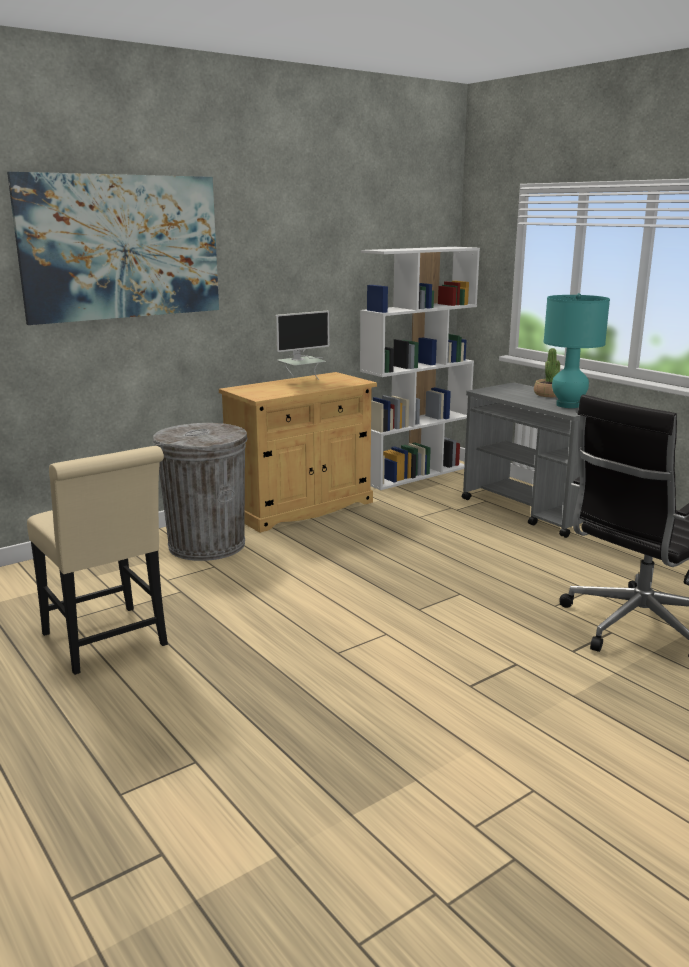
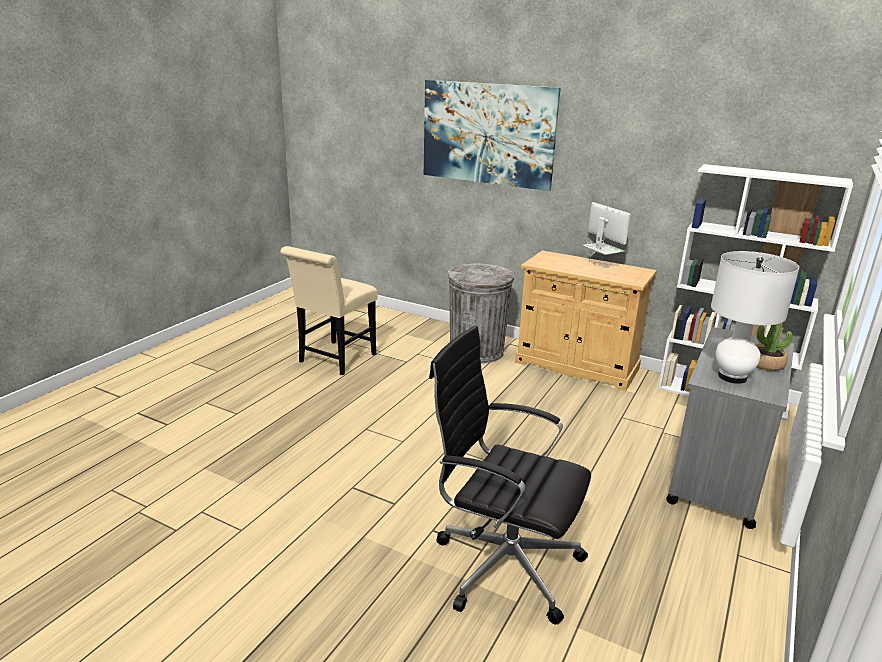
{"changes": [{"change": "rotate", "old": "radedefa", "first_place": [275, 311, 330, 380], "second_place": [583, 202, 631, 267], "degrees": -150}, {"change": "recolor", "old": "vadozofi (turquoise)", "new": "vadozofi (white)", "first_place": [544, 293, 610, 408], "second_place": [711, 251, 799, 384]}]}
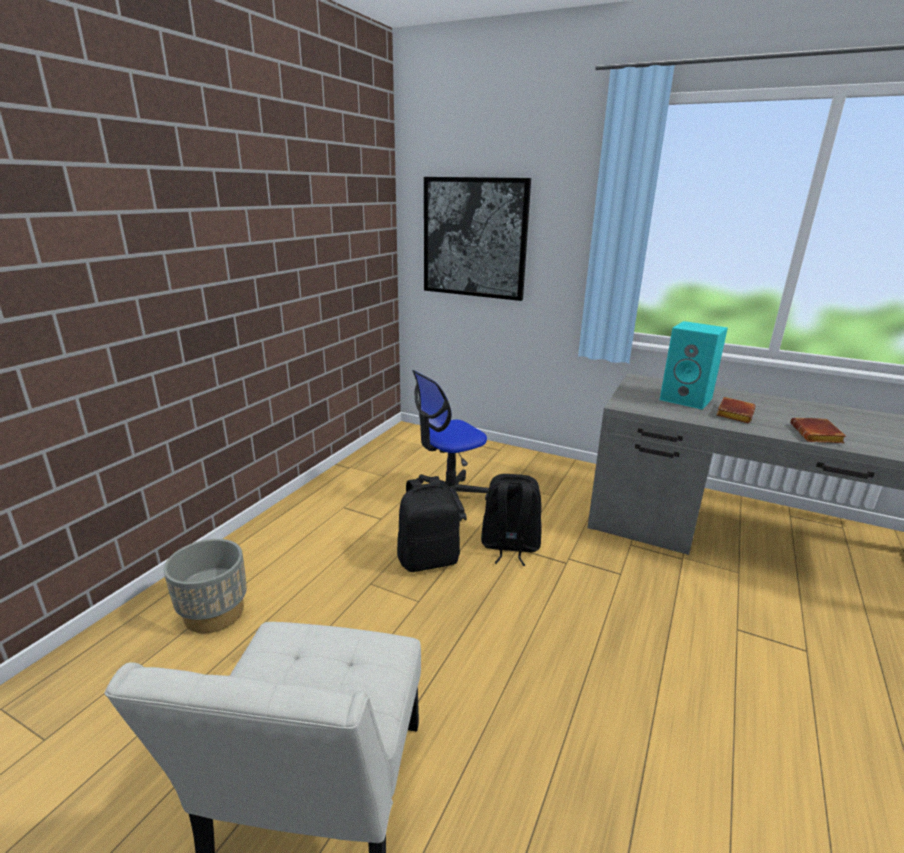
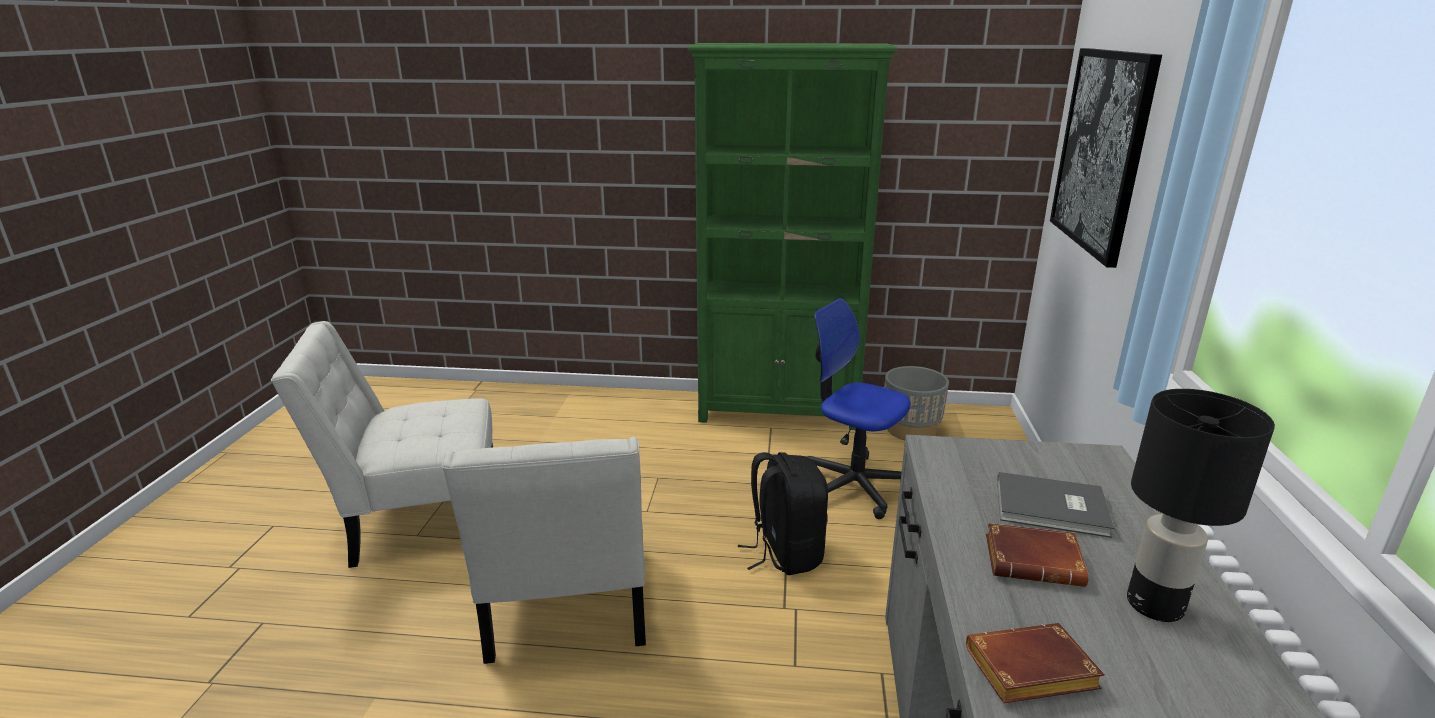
{"changes": [{"change": "insert", "new": "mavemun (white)", "second_place": [442, 437, 646, 664]}, {"change": "insert", "new": "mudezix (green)", "second_place": [687, 43, 897, 430]}, {"change": "move", "old": "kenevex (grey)", "first_place": [164, 539, 247, 633], "second_place": [884, 366, 949, 440]}, {"change": "replace", "old": "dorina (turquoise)", "new": "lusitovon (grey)", "first_place": [660, 321, 728, 410], "second_place": [997, 472, 1114, 538]}, {"change": "insert", "new": "vadozofi (black)", "second_place": [1127, 389, 1275, 622]}, {"change": "delete", "old": "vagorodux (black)", "first_place": [397, 476, 460, 572]}]}
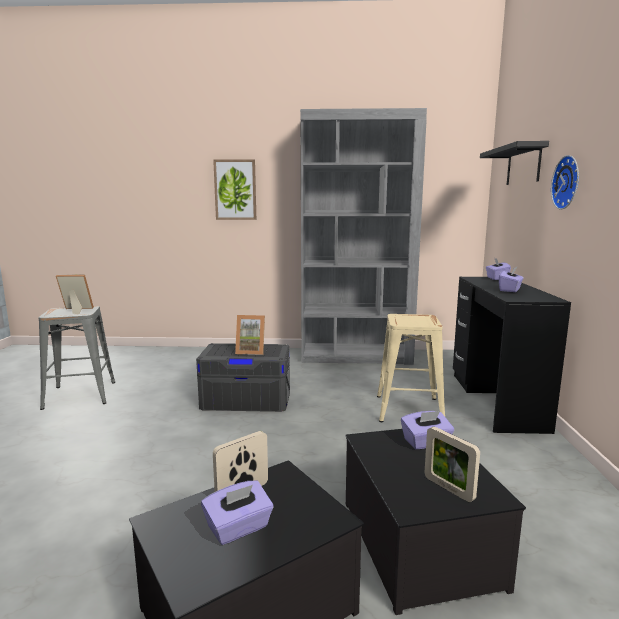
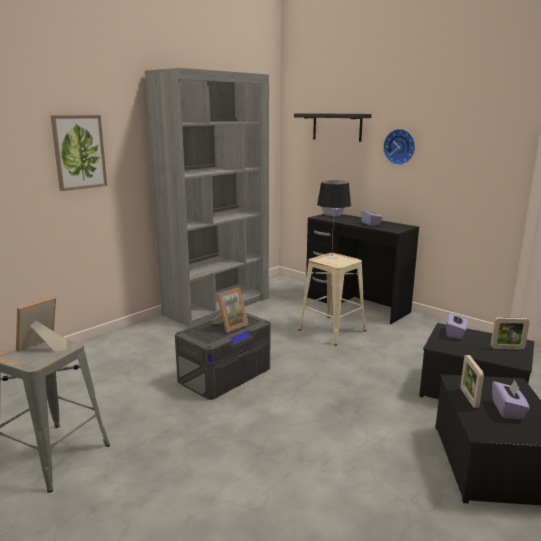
{"changes": [{"change": "insert", "new": "vadozofi", "second_place": [317, 180, 351, 259]}]}
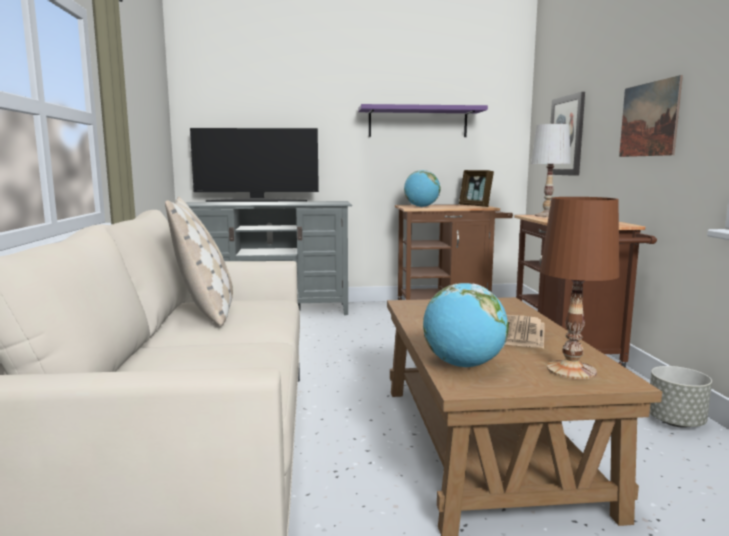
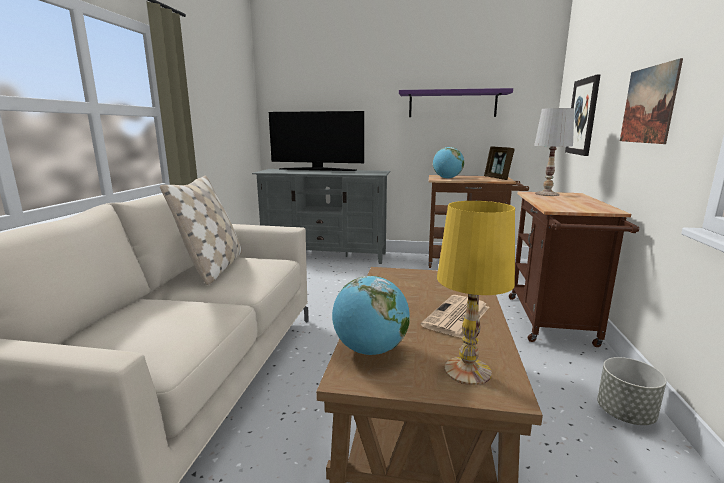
{"changes": [{"change": "recolor", "old": "vadozofi (brown)", "new": "vadozofi (yellow)", "first_place": [540, 197, 620, 379], "second_place": [437, 201, 515, 385]}]}
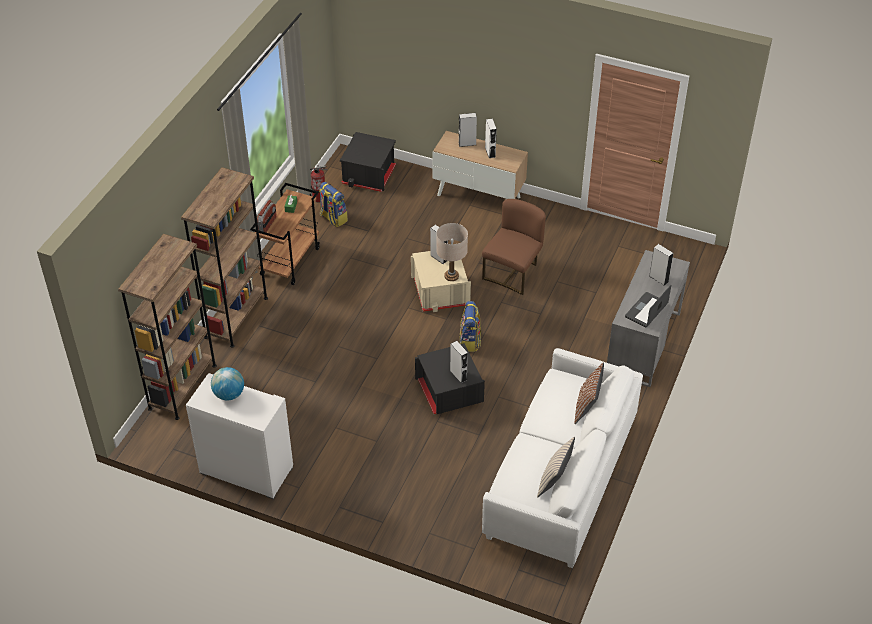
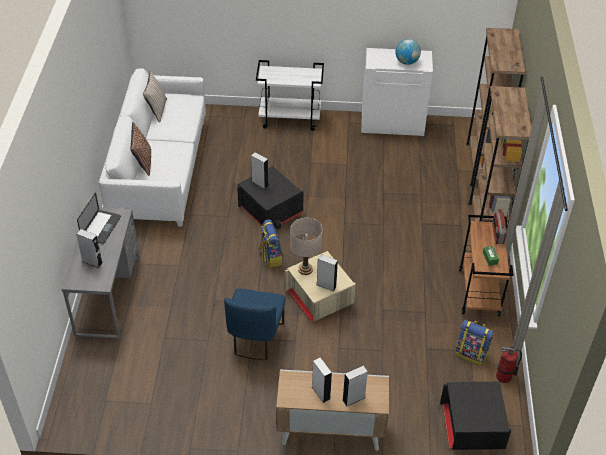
{"changes": [{"change": "recolor", "old": "mavemun (brown)", "new": "mavemun (blue)", "first_place": [482, 199, 546, 295], "second_place": [224, 288, 286, 360]}, {"change": "insert", "new": "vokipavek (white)", "second_place": [256, 60, 324, 131]}]}
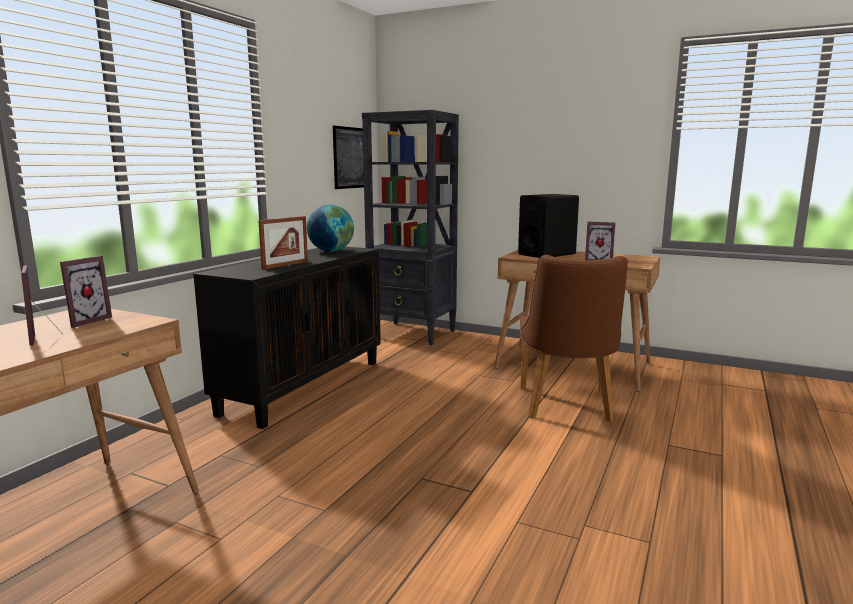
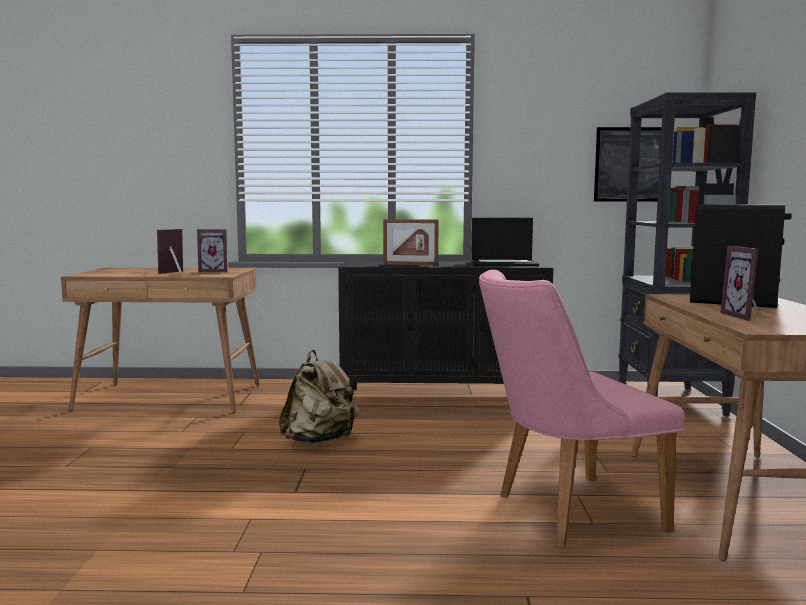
{"changes": [{"change": "insert", "new": "vagorodux (beige)", "second_place": [279, 350, 359, 444]}, {"change": "replace", "old": "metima", "new": "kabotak", "first_place": [307, 205, 354, 252], "second_place": [471, 218, 539, 266]}, {"change": "recolor", "old": "mavemun (brown)", "new": "mavemun (pink)", "first_place": [520, 255, 628, 422], "second_place": [479, 270, 685, 548]}]}
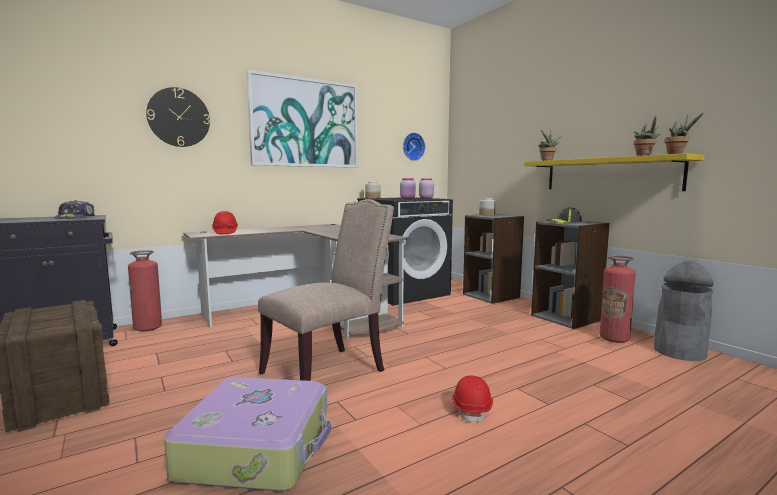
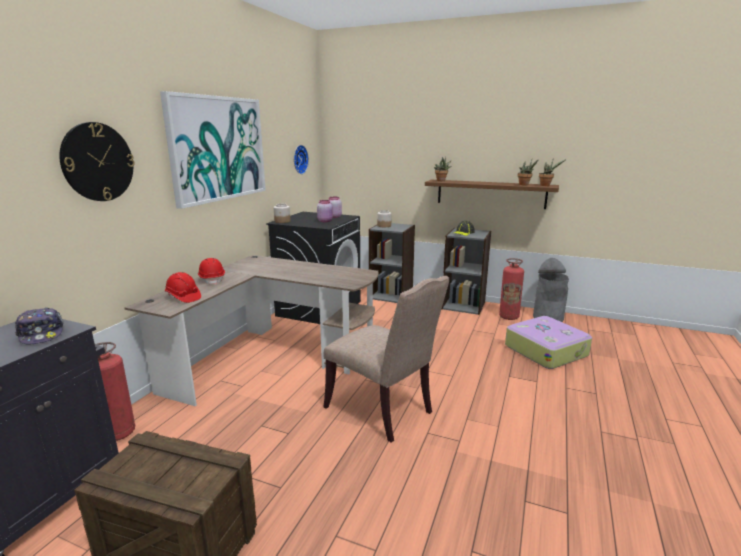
{"changes": [{"change": "move", "old": "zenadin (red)", "first_place": [452, 375, 493, 425], "second_place": [198, 258, 225, 285]}, {"change": "rotate", "old": "mavemun (beige)", "first_place": [258, 199, 394, 381], "second_place": [323, 276, 450, 443], "degrees": 120}, {"change": "recolor", "old": "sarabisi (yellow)", "new": "sarabisi (brown)", "first_place": [524, 153, 705, 191], "second_place": [425, 180, 559, 209]}, {"change": "move", "old": "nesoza", "first_place": [164, 377, 331, 491], "second_place": [505, 316, 592, 369]}]}
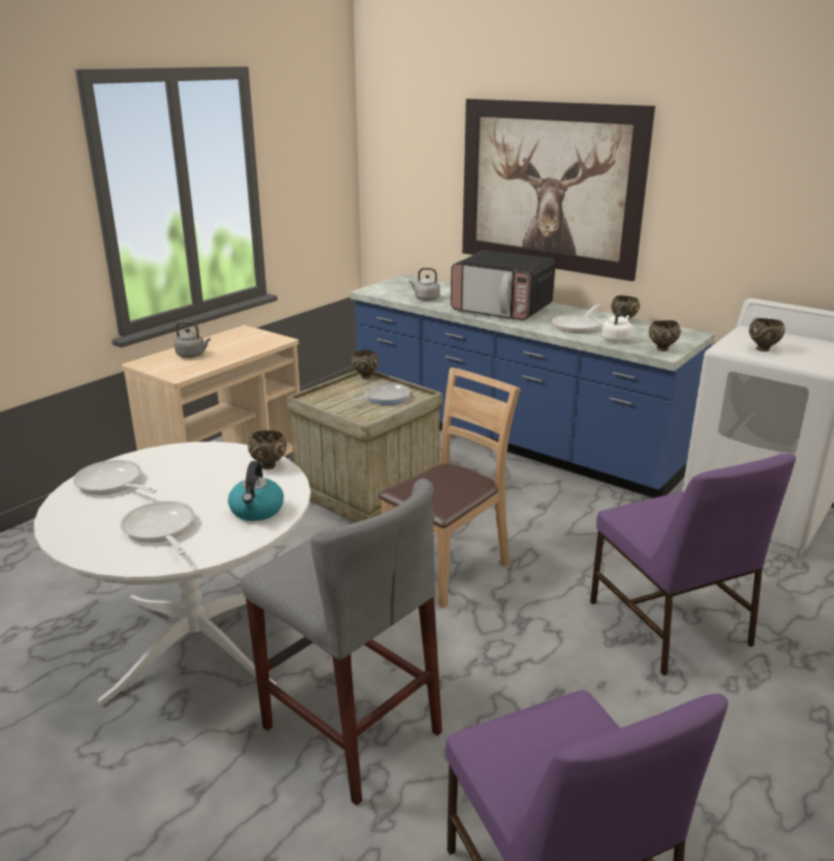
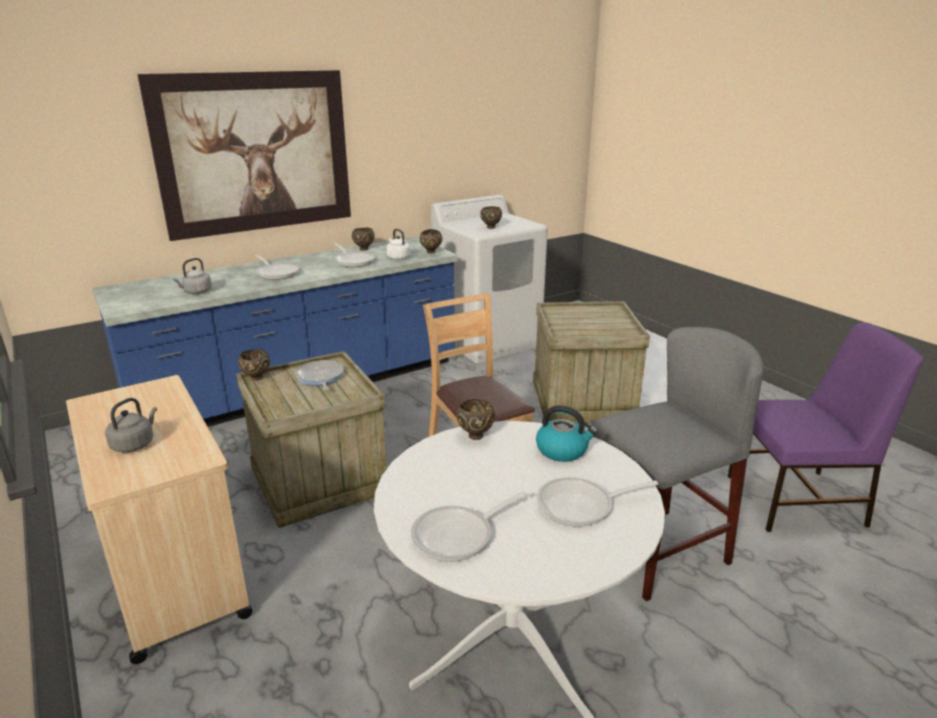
{"changes": [{"change": "replace", "old": "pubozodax", "new": "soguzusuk", "first_place": [451, 250, 556, 320], "second_place": [255, 254, 299, 280]}, {"change": "replace", "old": "mavemun (purple)", "new": "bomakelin", "first_place": [590, 454, 796, 676], "second_place": [533, 301, 650, 424]}]}
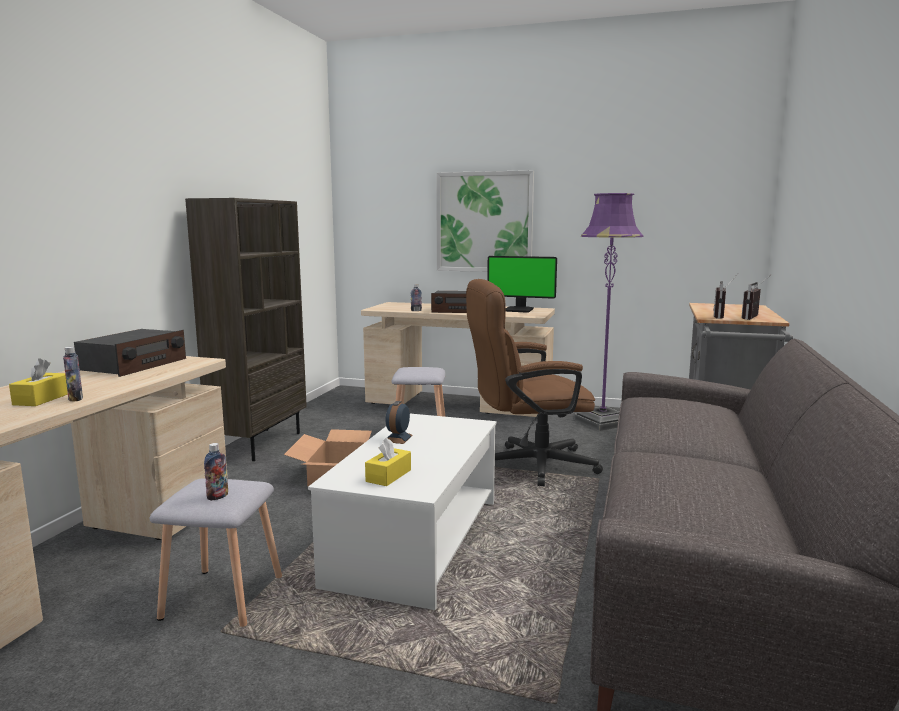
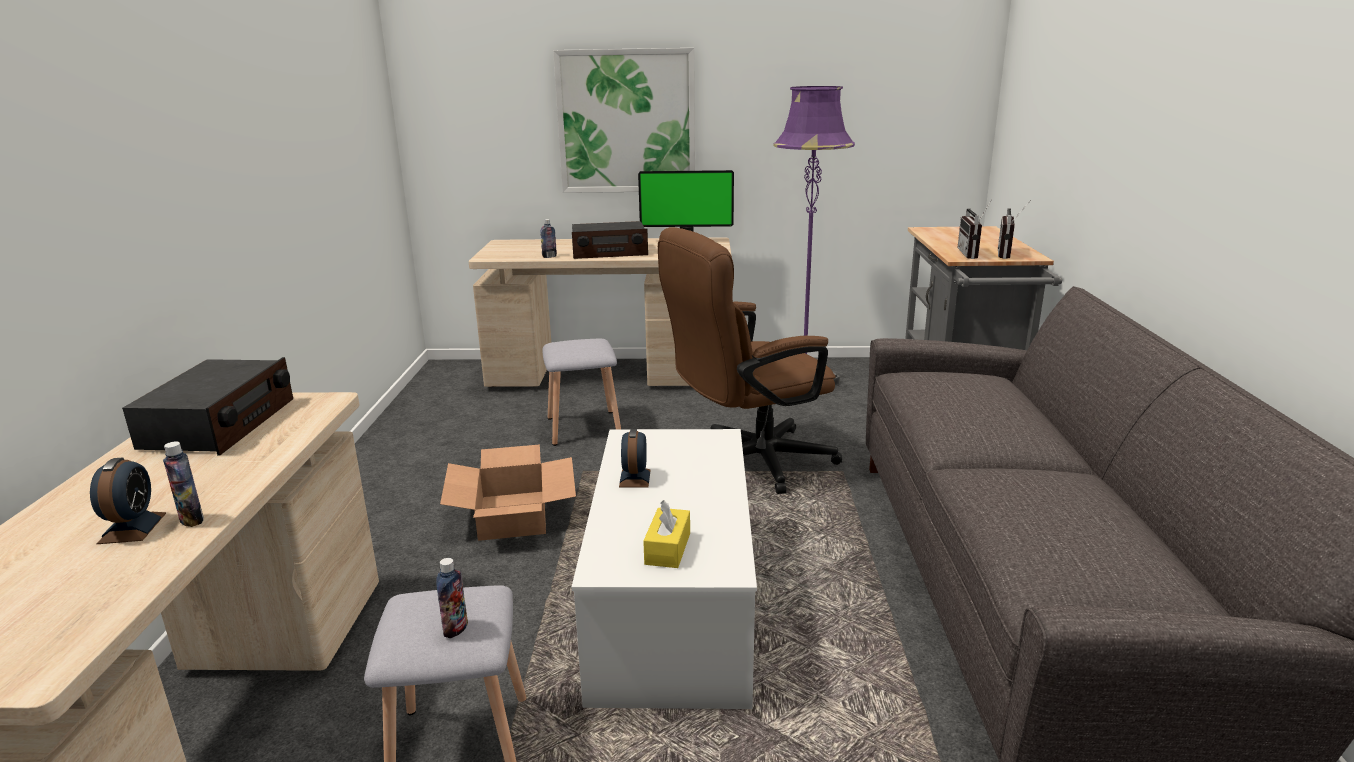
{"changes": [{"change": "replace", "old": "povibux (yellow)", "new": "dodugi", "first_place": [9, 358, 68, 406], "second_place": [90, 458, 166, 544]}, {"change": "delete", "old": "mudezix (brown)", "first_place": [185, 198, 307, 461]}]}
